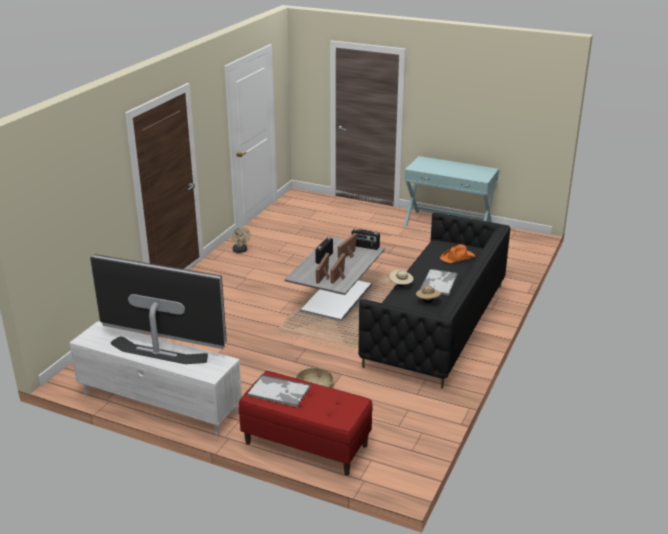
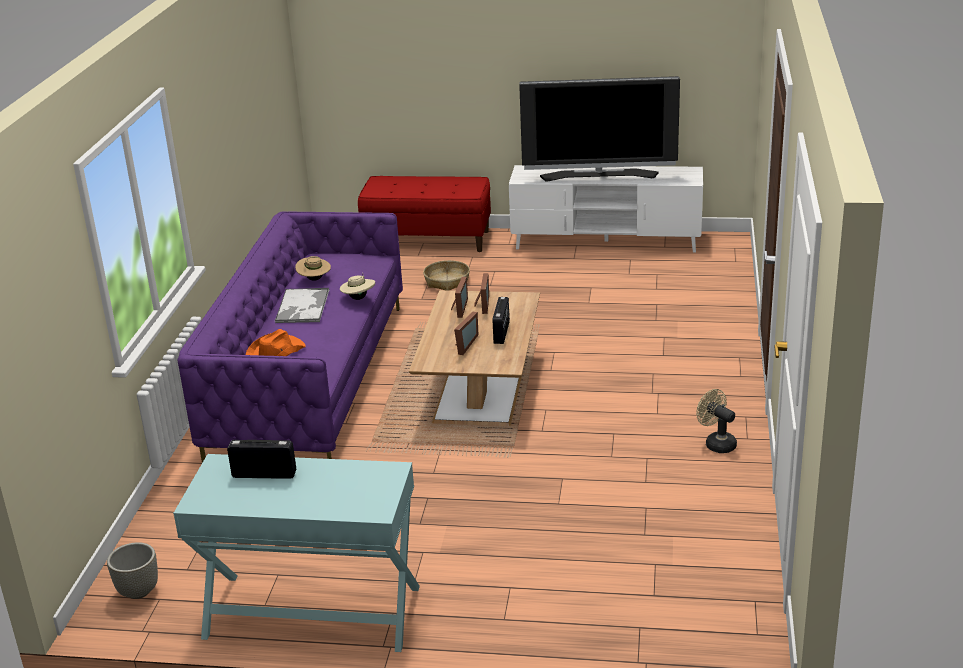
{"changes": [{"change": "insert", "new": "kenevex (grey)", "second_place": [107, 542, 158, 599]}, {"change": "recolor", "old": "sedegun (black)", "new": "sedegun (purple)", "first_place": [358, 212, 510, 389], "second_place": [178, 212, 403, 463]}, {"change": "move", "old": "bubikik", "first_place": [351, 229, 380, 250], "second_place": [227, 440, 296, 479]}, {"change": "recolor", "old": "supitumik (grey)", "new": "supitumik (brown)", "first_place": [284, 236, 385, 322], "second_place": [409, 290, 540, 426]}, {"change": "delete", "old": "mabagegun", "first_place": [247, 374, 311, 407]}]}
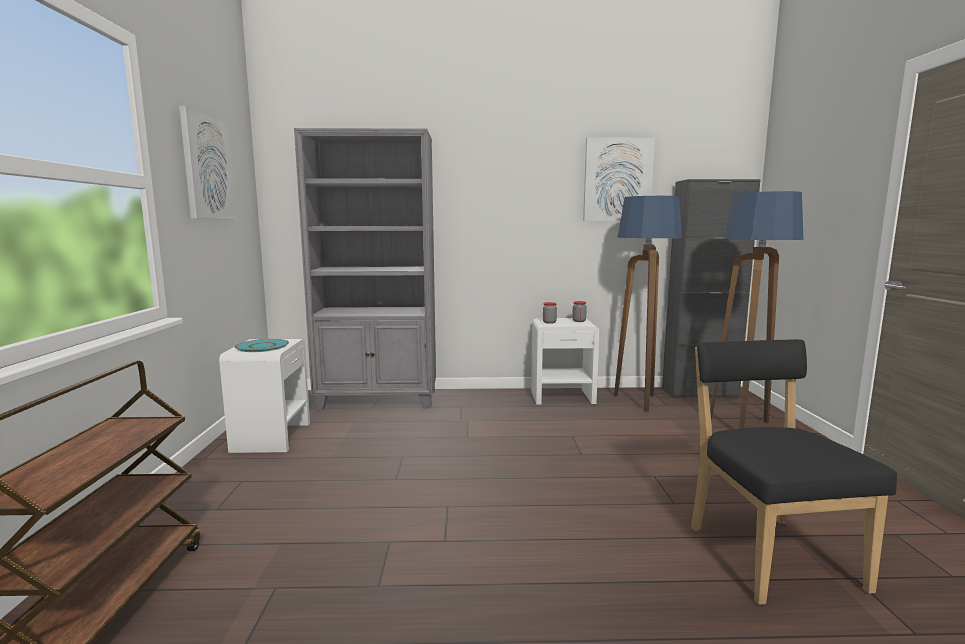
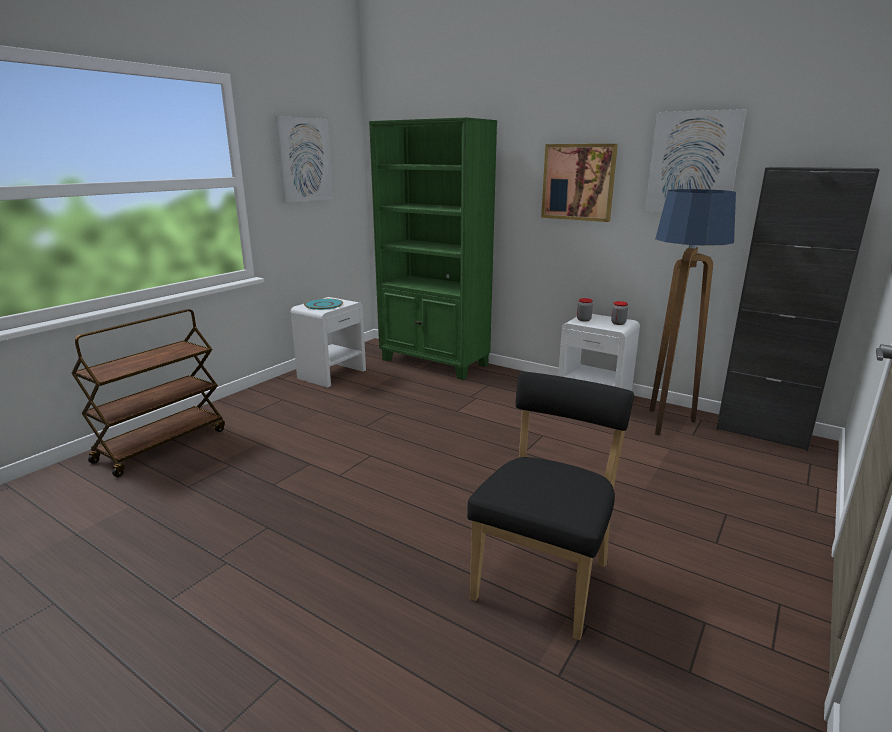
{"changes": [{"change": "recolor", "old": "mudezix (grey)", "new": "mudezix (green)", "first_place": [294, 128, 436, 409], "second_place": [369, 117, 497, 380]}, {"change": "insert", "new": "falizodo", "second_place": [541, 144, 618, 222]}, {"change": "delete", "old": "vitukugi", "first_place": [710, 191, 803, 428]}]}
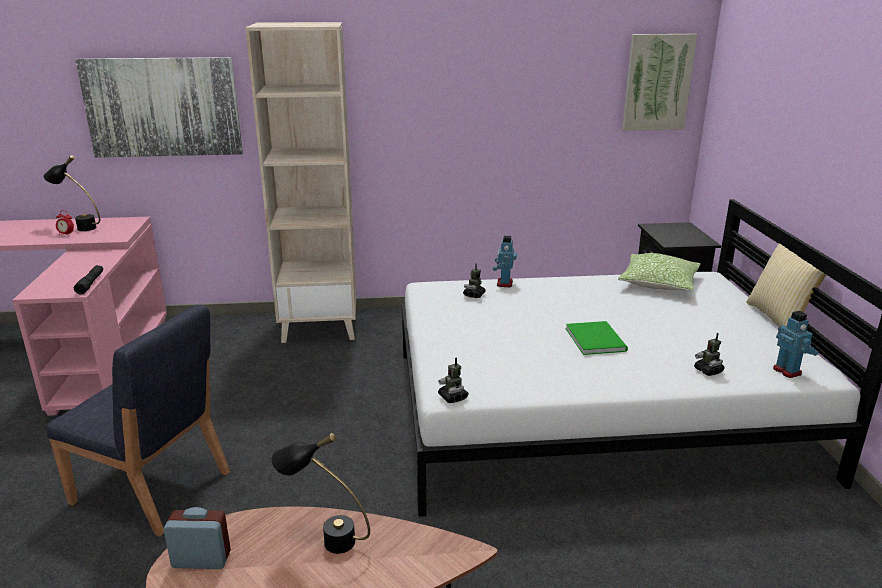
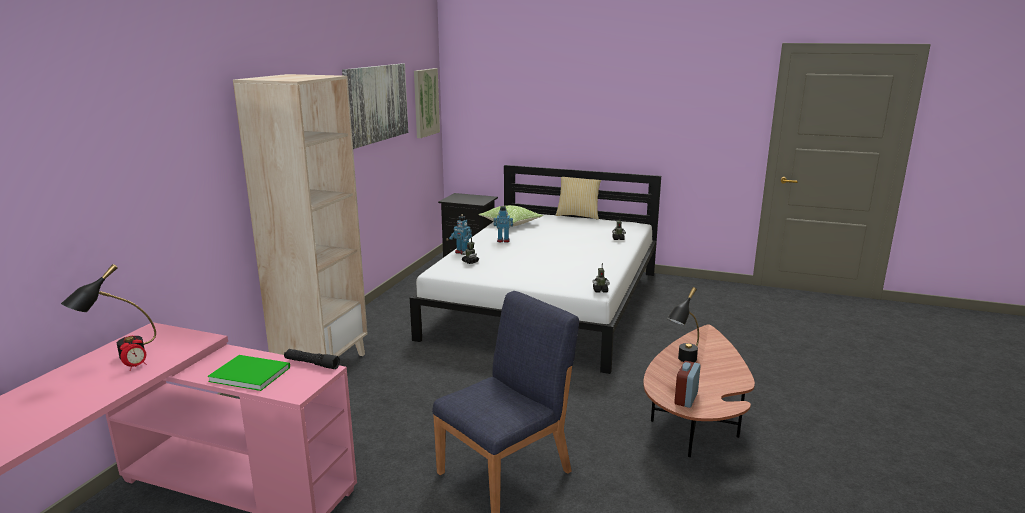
{"changes": [{"change": "move", "old": "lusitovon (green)", "first_place": [566, 321, 628, 355], "second_place": [208, 355, 290, 391]}, {"change": "move", "old": "falizodo", "first_place": [75, 57, 243, 158], "second_place": [342, 64, 408, 149]}, {"change": "move", "old": "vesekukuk", "first_place": [773, 311, 818, 378], "second_place": [494, 206, 513, 243]}]}
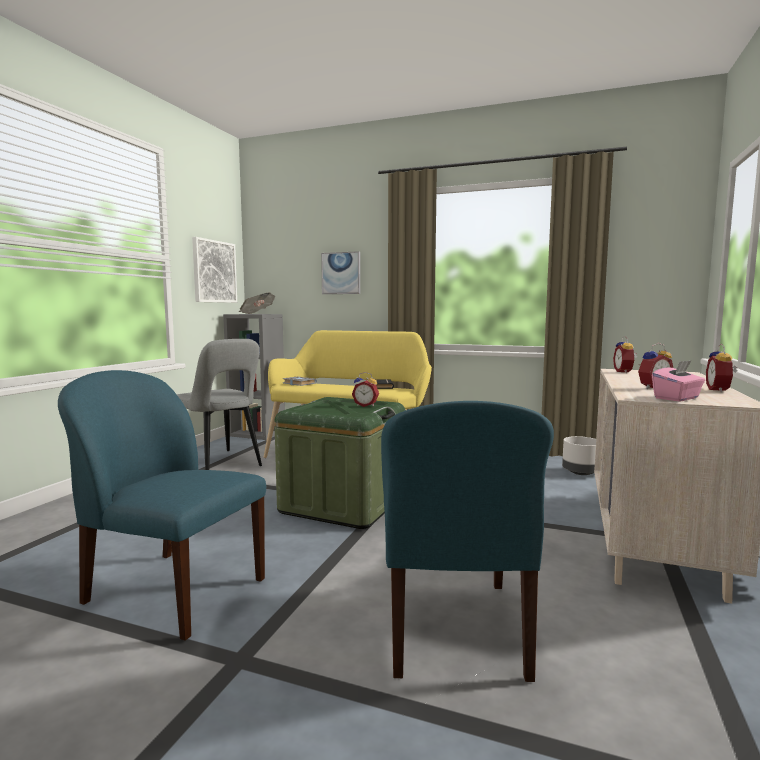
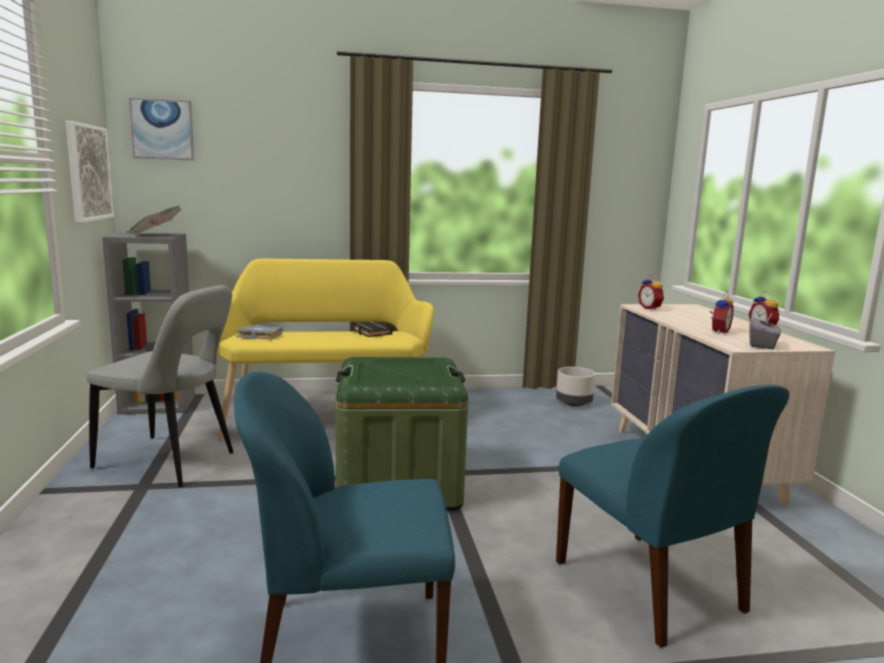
{"changes": [{"change": "move", "old": "falizodo", "first_place": [321, 251, 360, 294], "second_place": [129, 98, 194, 160]}, {"change": "recolor", "old": "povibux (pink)", "new": "povibux (grey)", "first_place": [652, 360, 705, 401], "second_place": [749, 313, 781, 349]}, {"change": "delete", "old": "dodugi", "first_place": [352, 372, 379, 407]}]}
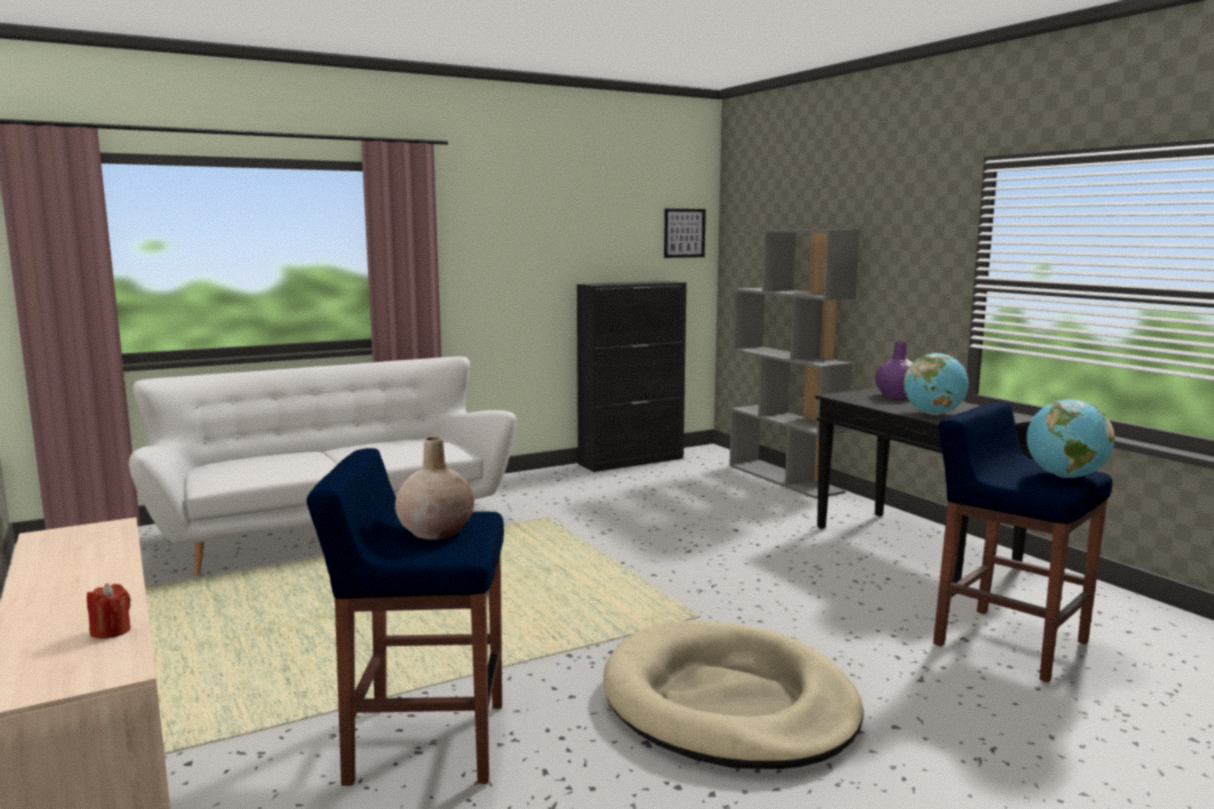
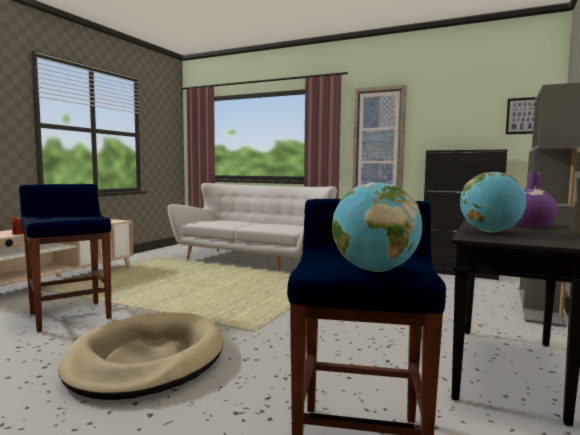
{"changes": [{"change": "insert", "new": "falizodo", "second_place": [352, 85, 407, 189]}, {"change": "delete", "old": "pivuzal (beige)", "first_place": [395, 437, 474, 540]}]}
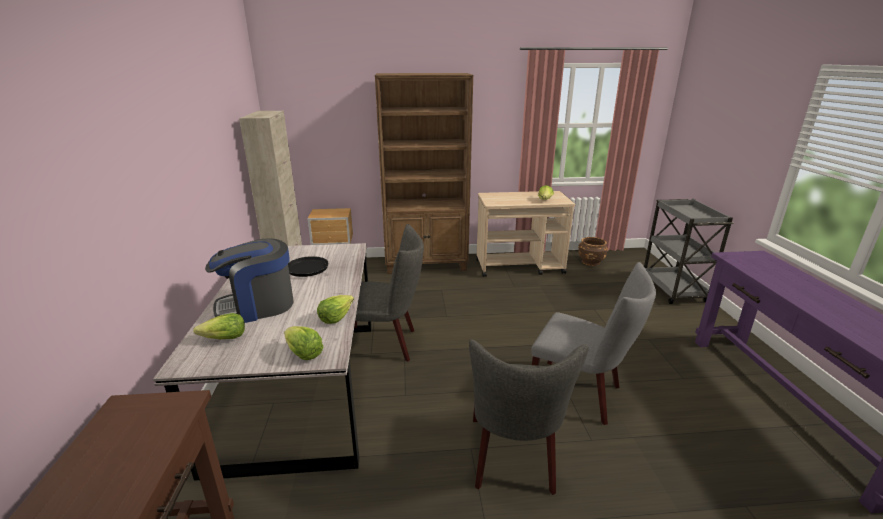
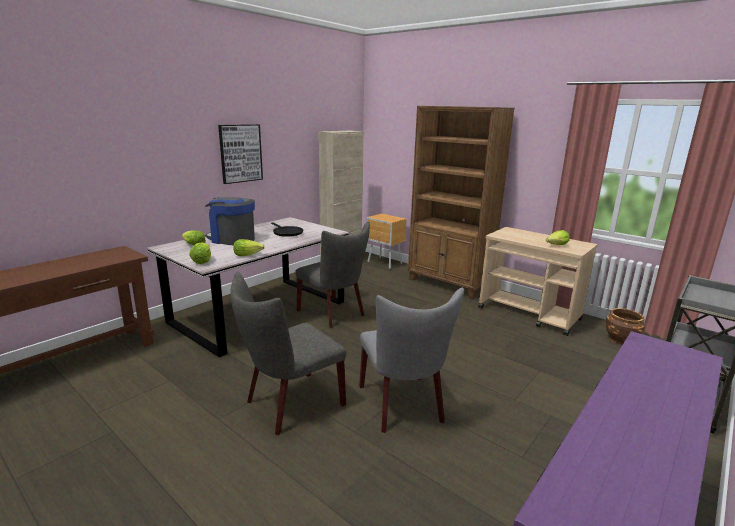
{"changes": [{"change": "insert", "new": "falizodo", "second_place": [218, 124, 263, 184]}]}
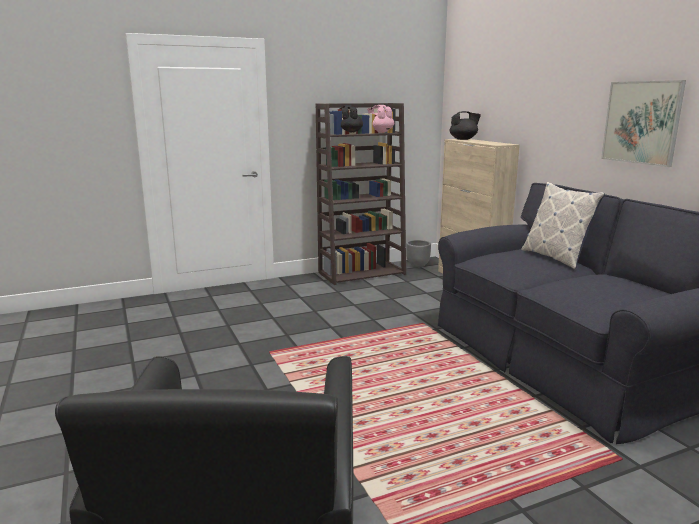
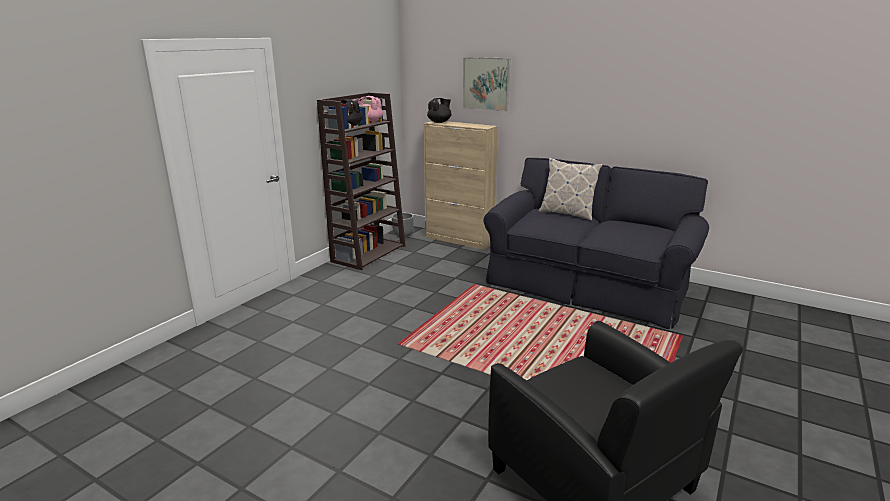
{"changes": [{"change": "move", "old": "falizodo", "first_place": [601, 80, 686, 167], "second_place": [463, 57, 511, 112]}]}
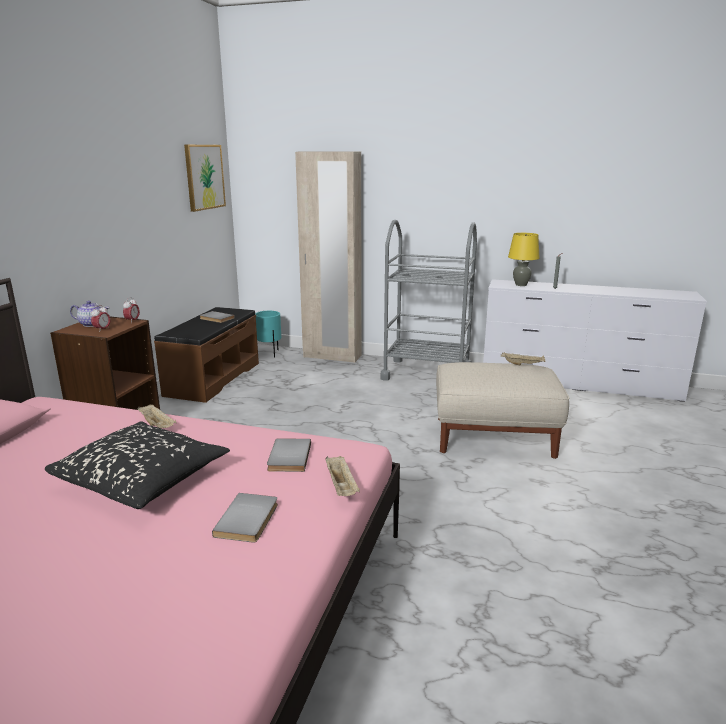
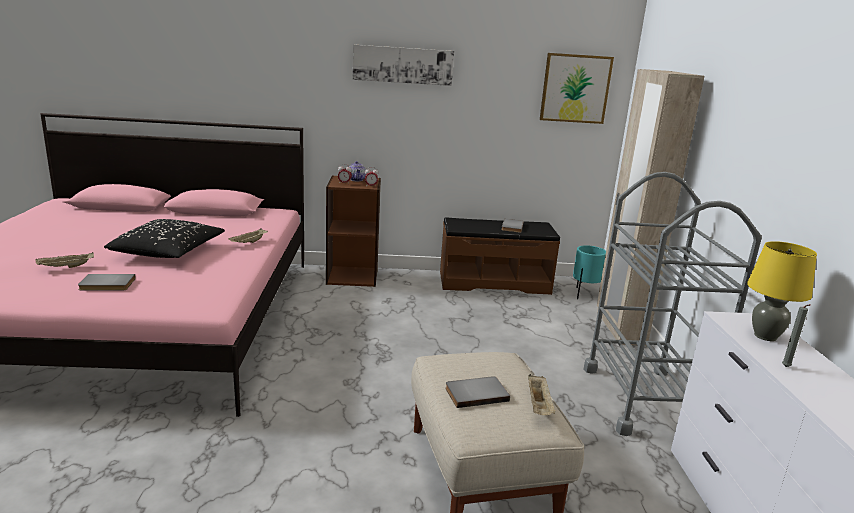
{"changes": [{"change": "move", "old": "mabagegun (beige)", "first_place": [326, 456, 360, 496], "second_place": [35, 252, 94, 268]}, {"change": "insert", "new": "falizodo", "second_place": [353, 45, 454, 86]}, {"change": "move", "old": "lusitovon (grey)", "first_place": [267, 438, 311, 472], "second_place": [445, 376, 510, 408]}]}
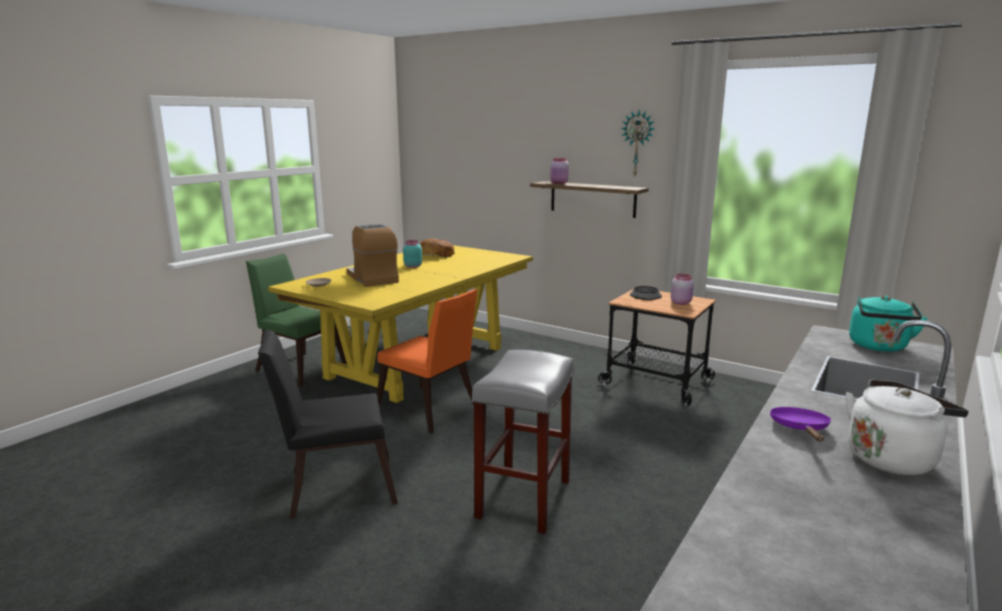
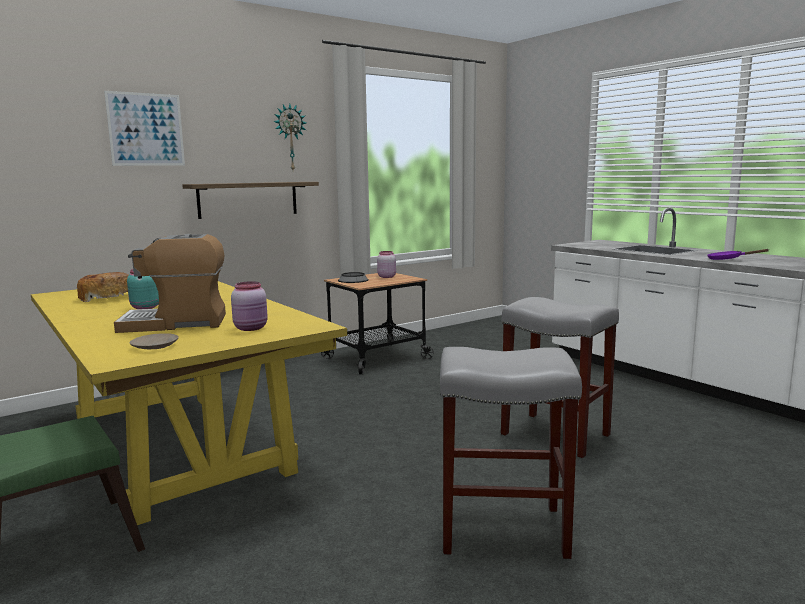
{"changes": [{"change": "insert", "new": "falizodo", "second_place": [104, 91, 185, 166]}, {"change": "move", "old": "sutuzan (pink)", "first_place": [550, 158, 569, 184], "second_place": [231, 281, 268, 331]}, {"change": "replace", "old": "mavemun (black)", "new": "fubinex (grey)", "first_place": [258, 330, 398, 519], "second_place": [440, 347, 582, 559]}, {"change": "delete", "old": "mavemun (orange)", "first_place": [377, 289, 477, 434]}, {"change": "delete", "old": "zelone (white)", "first_place": [846, 380, 969, 475]}, {"change": "delete", "old": "zelone (turquoise)", "first_place": [849, 296, 928, 352]}]}
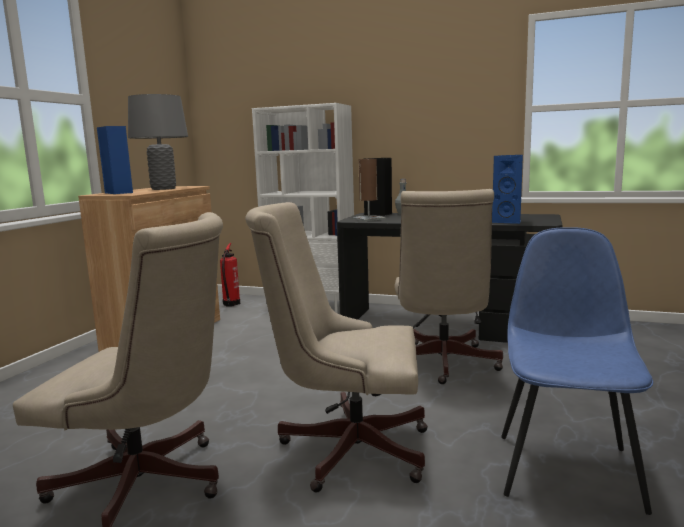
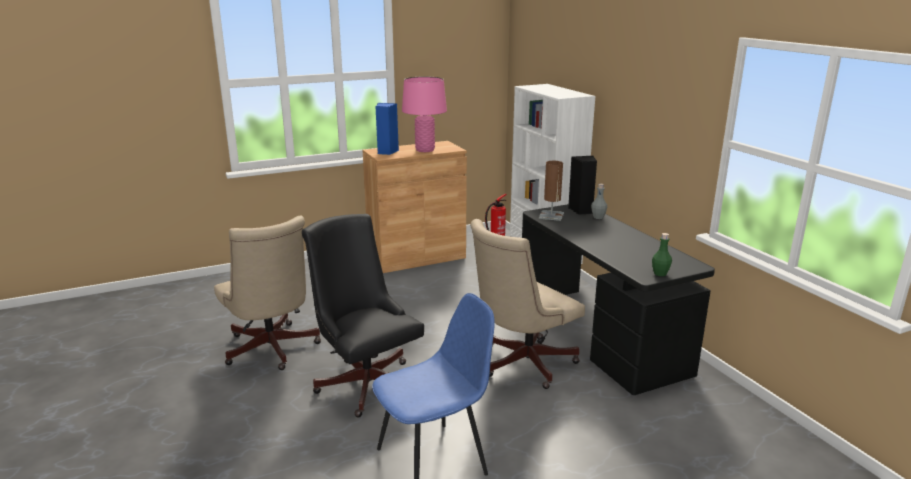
{"changes": [{"change": "recolor", "old": "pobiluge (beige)", "new": "pobiluge (black)", "first_place": [245, 202, 428, 493], "second_place": [302, 214, 424, 417]}, {"change": "recolor", "old": "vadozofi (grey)", "new": "vadozofi (pink)", "first_place": [128, 94, 188, 190], "second_place": [402, 77, 447, 152]}, {"change": "insert", "new": "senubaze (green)", "second_place": [652, 233, 672, 276]}, {"change": "delete", "old": "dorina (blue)", "first_place": [492, 155, 523, 224]}]}
